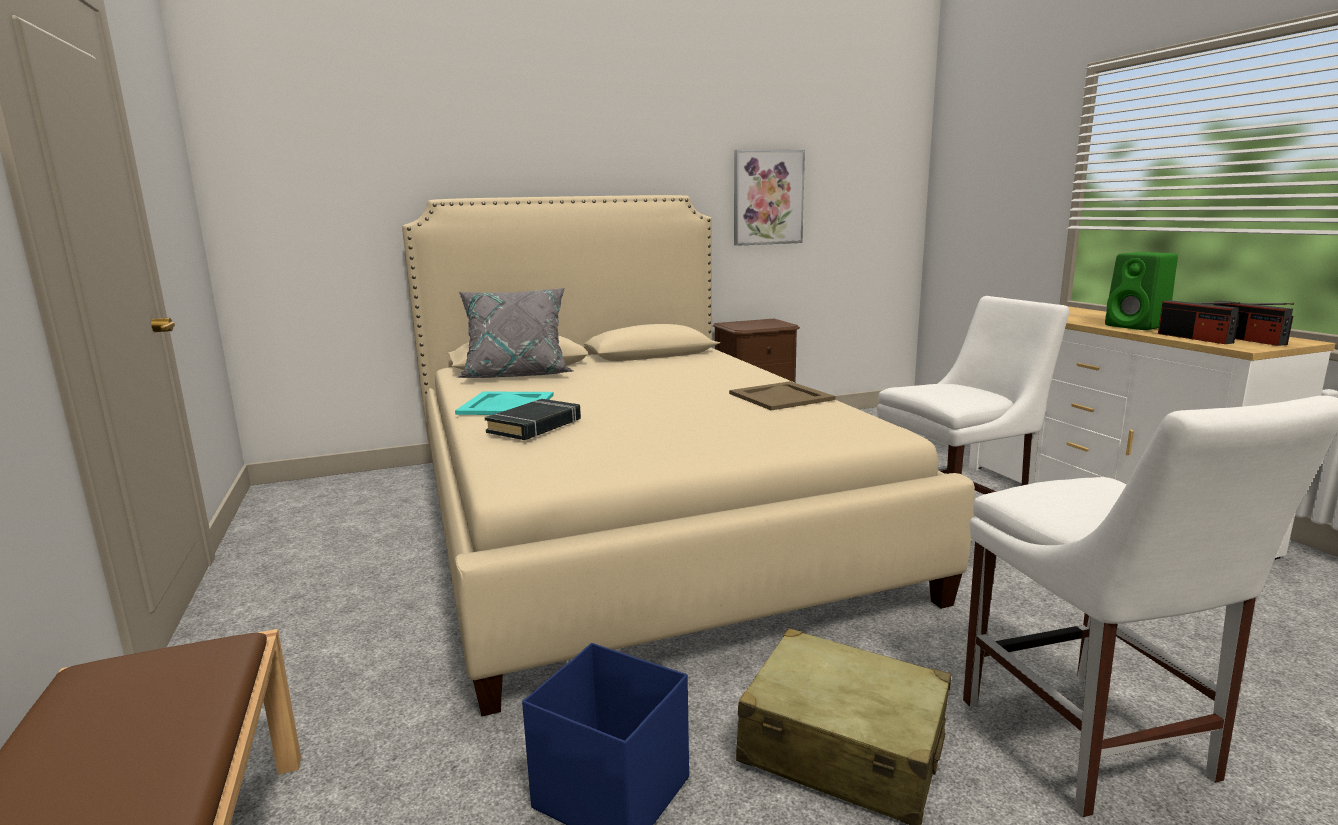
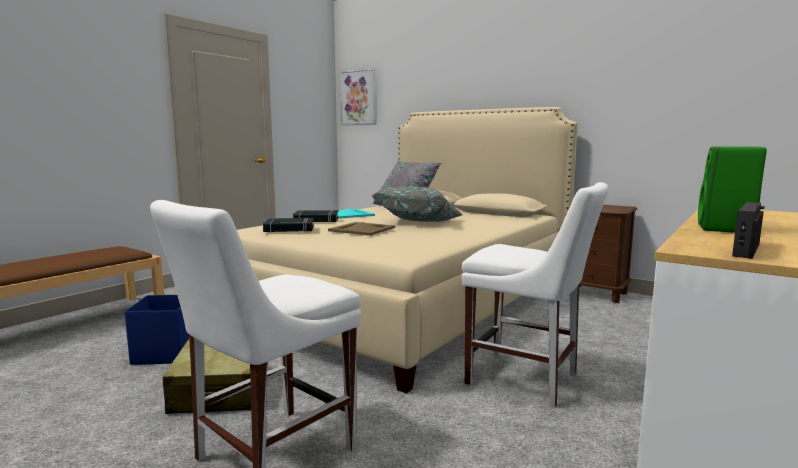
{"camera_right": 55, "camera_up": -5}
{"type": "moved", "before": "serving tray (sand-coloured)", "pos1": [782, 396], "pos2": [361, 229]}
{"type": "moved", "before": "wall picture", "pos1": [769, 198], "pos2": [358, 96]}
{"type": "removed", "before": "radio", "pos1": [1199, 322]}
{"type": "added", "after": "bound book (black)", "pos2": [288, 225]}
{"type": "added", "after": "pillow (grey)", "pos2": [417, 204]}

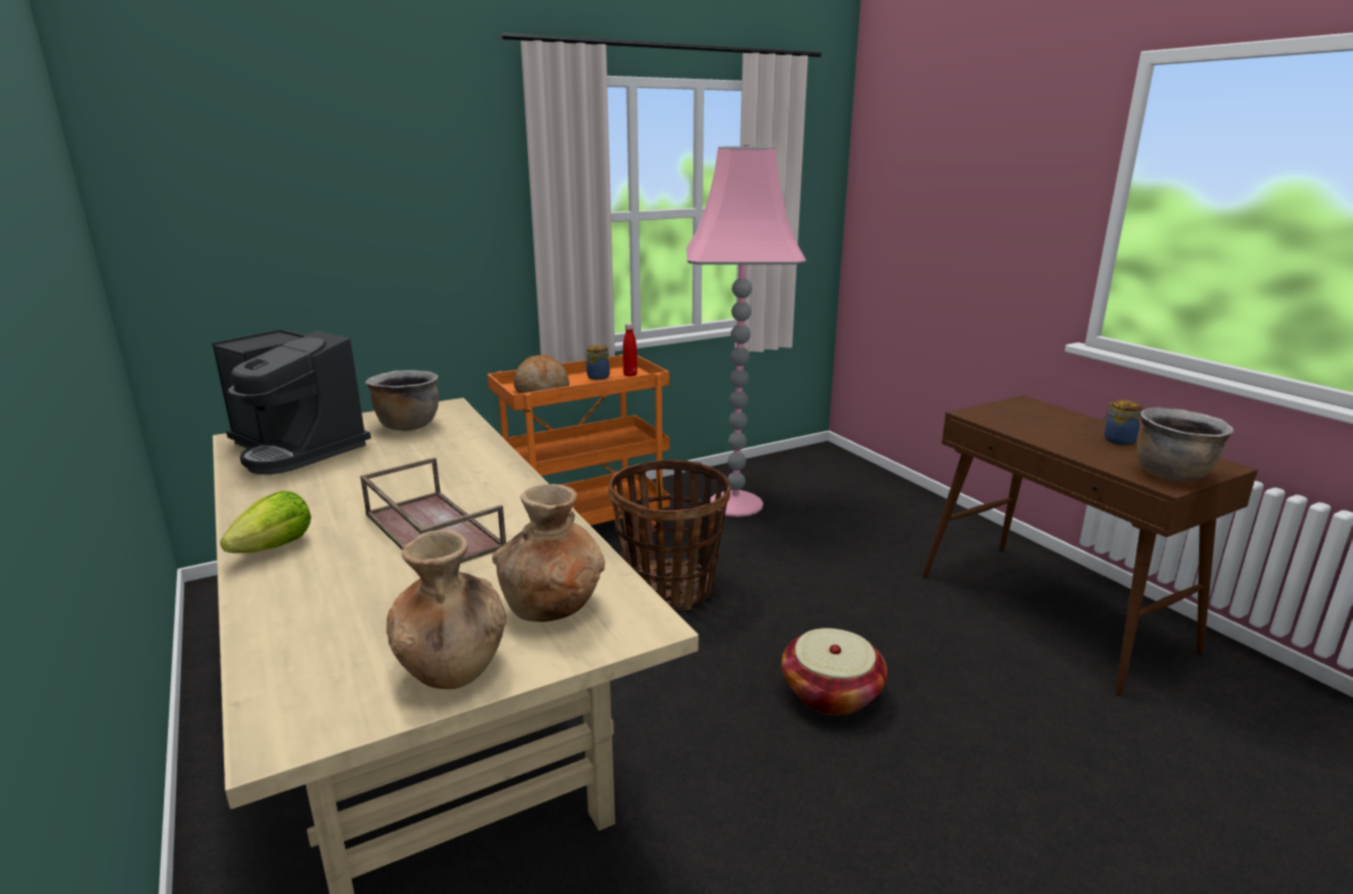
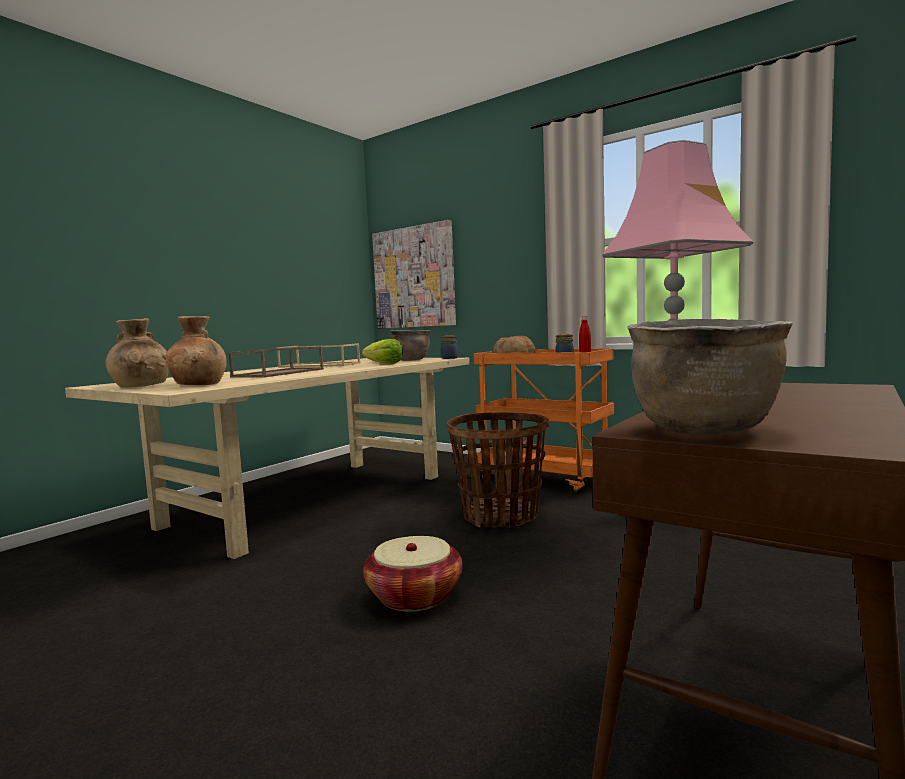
{"camera_right": 65, "camera_up": -15}
{"type": "removed", "before": "coffee brewer", "pos1": [291, 402]}
{"type": "moved", "before": "lettuce head", "pos1": [265, 522], "pos2": [382, 351]}
{"type": "moved", "before": "storage jar", "pos1": [1123, 422], "pos2": [449, 347]}
{"type": "added", "after": "serving tray (sand-coloured)", "pos2": [318, 355]}
{"type": "added", "after": "wall picture", "pos2": [414, 274]}

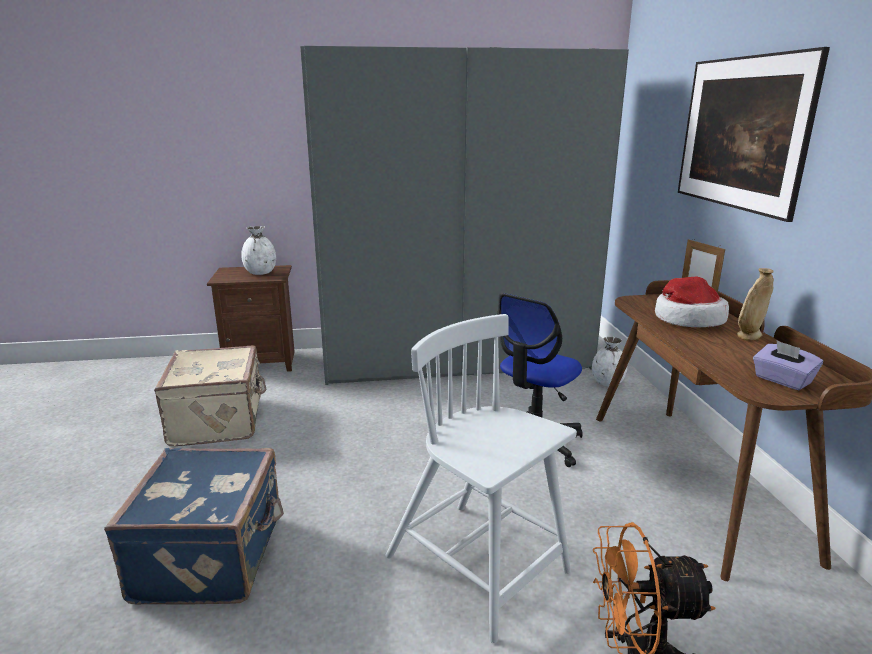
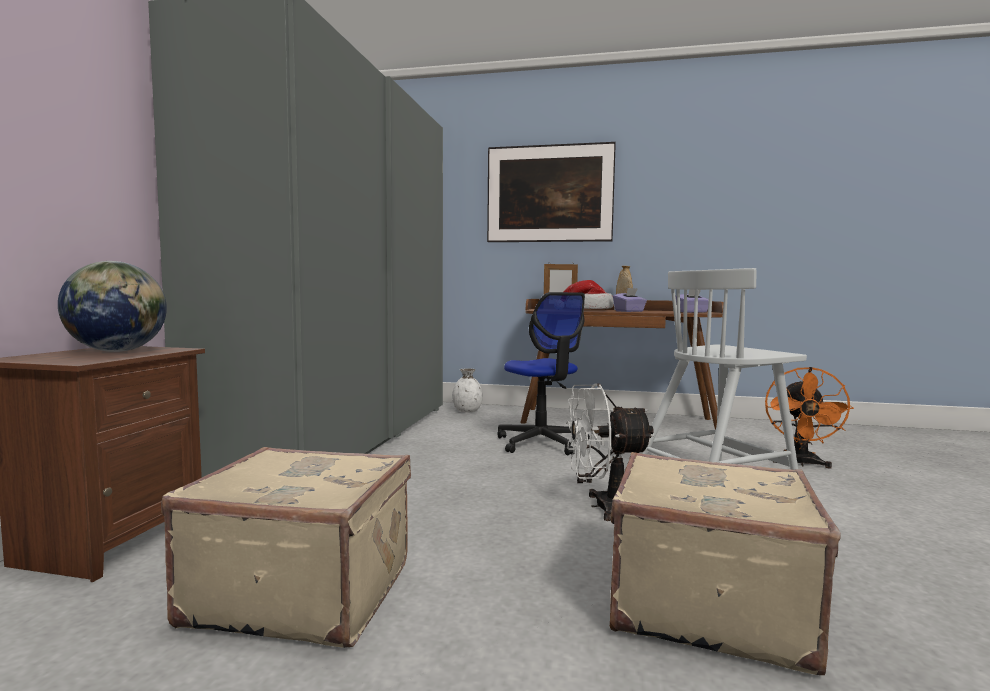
{"camera_right": -70, "camera_up": -15}
{"type": "recoloured", "before": "suitcase (bluish)", "after": "suitcase (sand-coloured)", "pos1": [194, 526], "pos2": [725, 563]}
{"type": "replaced", "before": "decorative vase (whitish)", "after": "world globe", "pos1": [258, 250], "pos2": [112, 306]}
{"type": "added", "after": "electric fan (whitish)", "pos2": [610, 452]}
{"type": "added", "after": "tissue box (purple-coloured)", "pos2": [630, 300]}

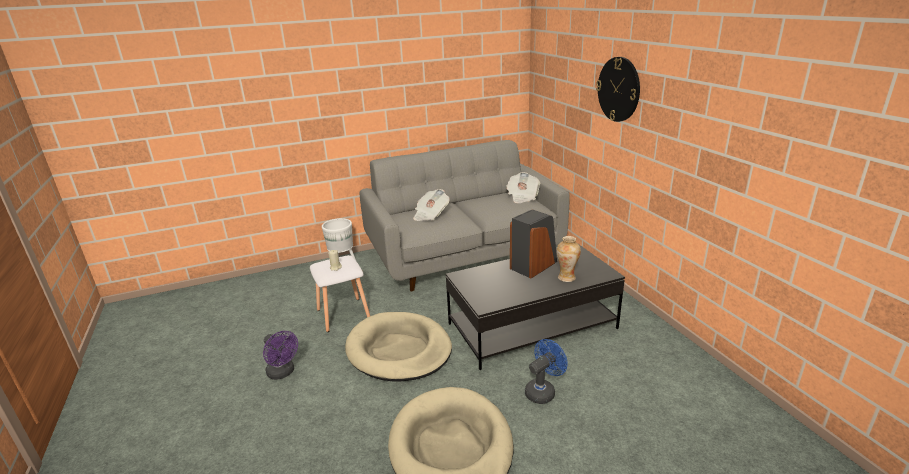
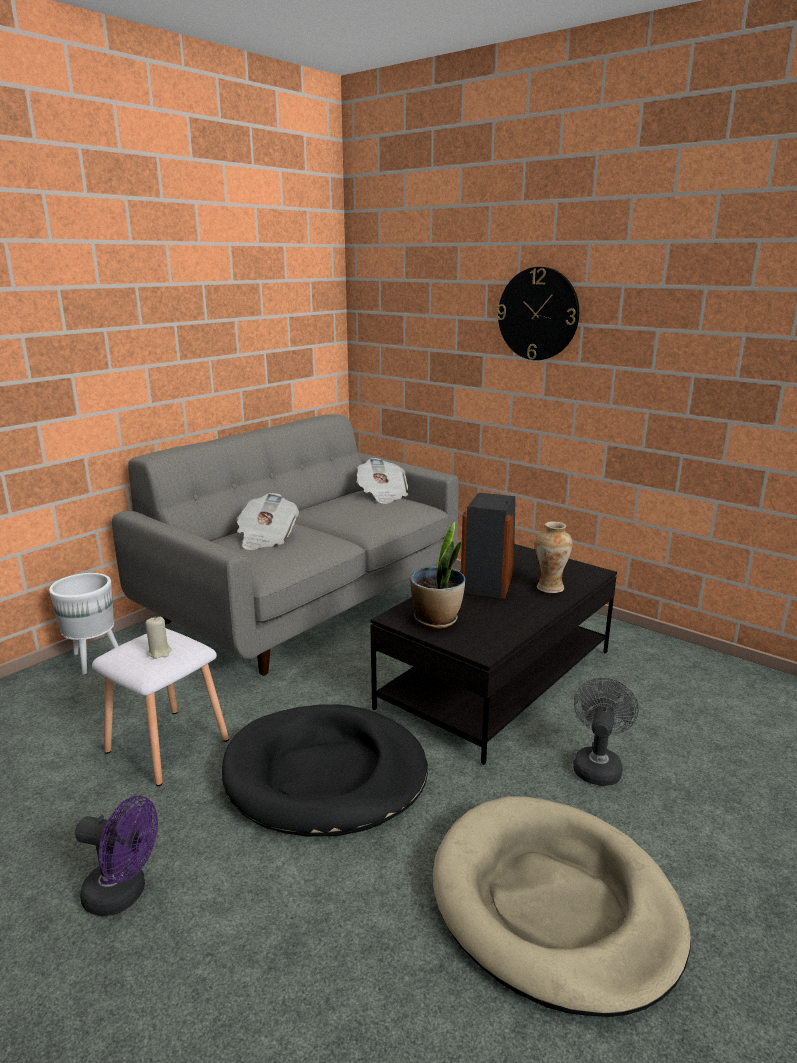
{"camera_right": -30, "camera_up": -5}
{"type": "recoloured", "before": "dog bed (sand-coloured)", "after": "dog bed (black)", "pos1": [398, 347], "pos2": [325, 770]}
{"type": "recoloured", "before": "electric fan (bluish)", "after": "electric fan (grey)", "pos1": [546, 371], "pos2": [606, 731]}
{"type": "added", "after": "houseplant", "pos2": [438, 575]}

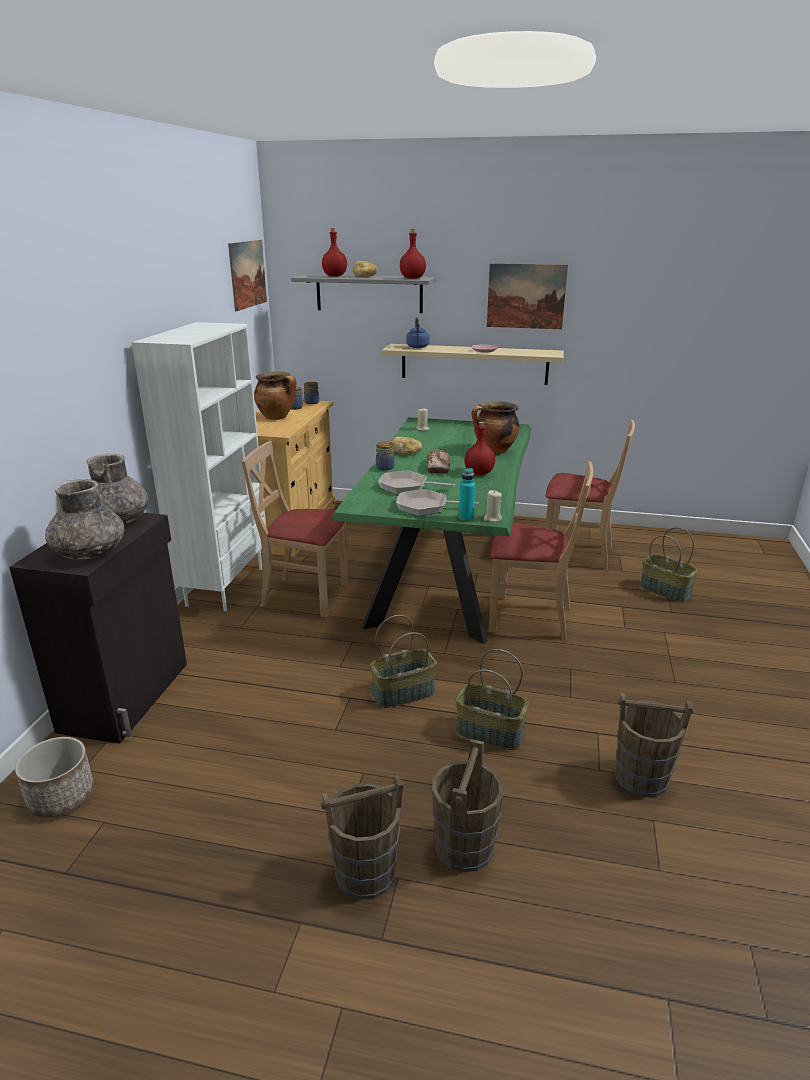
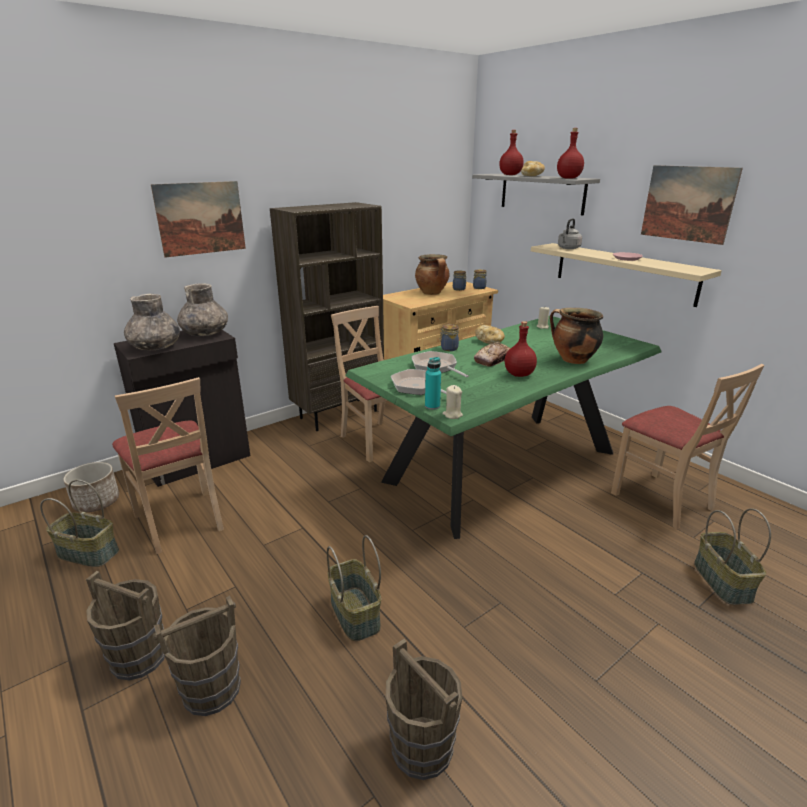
{"camera_right": 40, "camera_up": 0}
{"type": "recoloured", "before": "shelving unit (whitish)", "after": "shelving unit (brown-coloured)", "pos1": [198, 466], "pos2": [327, 316]}
{"type": "moved", "before": "wall picture", "pos1": [247, 275], "pos2": [198, 219]}
{"type": "moved", "before": "basket", "pos1": [403, 661], "pos2": [79, 523]}
{"type": "recoloured", "before": "kettle (bluish)", "after": "kettle (grey)", "pos1": [418, 332], "pos2": [570, 233]}
{"type": "moved", "before": "upright chair (sand-coloured)", "pos1": [541, 550], "pos2": [168, 465]}

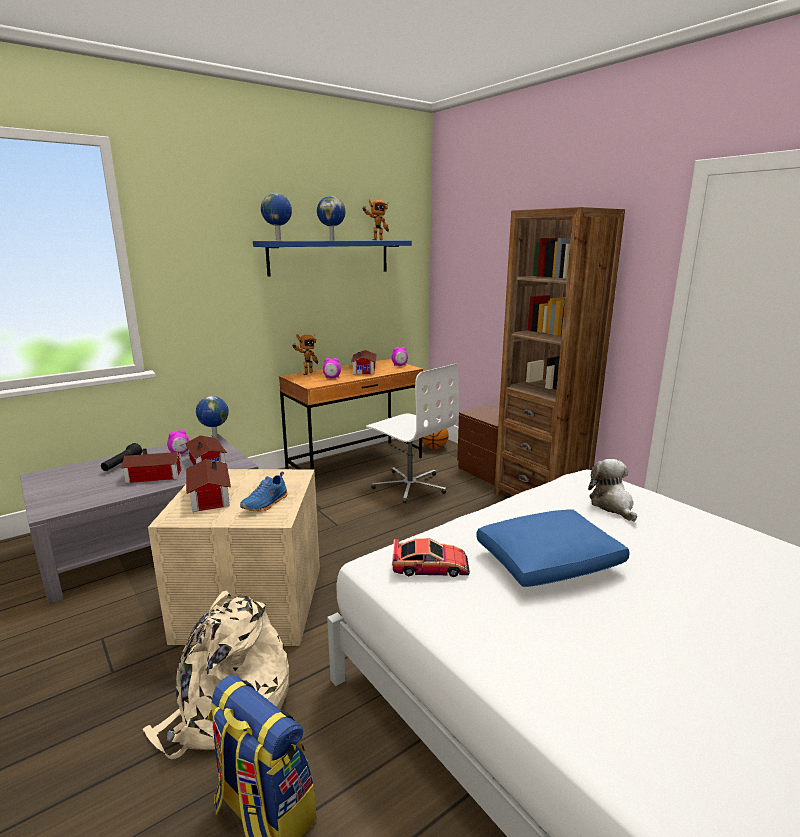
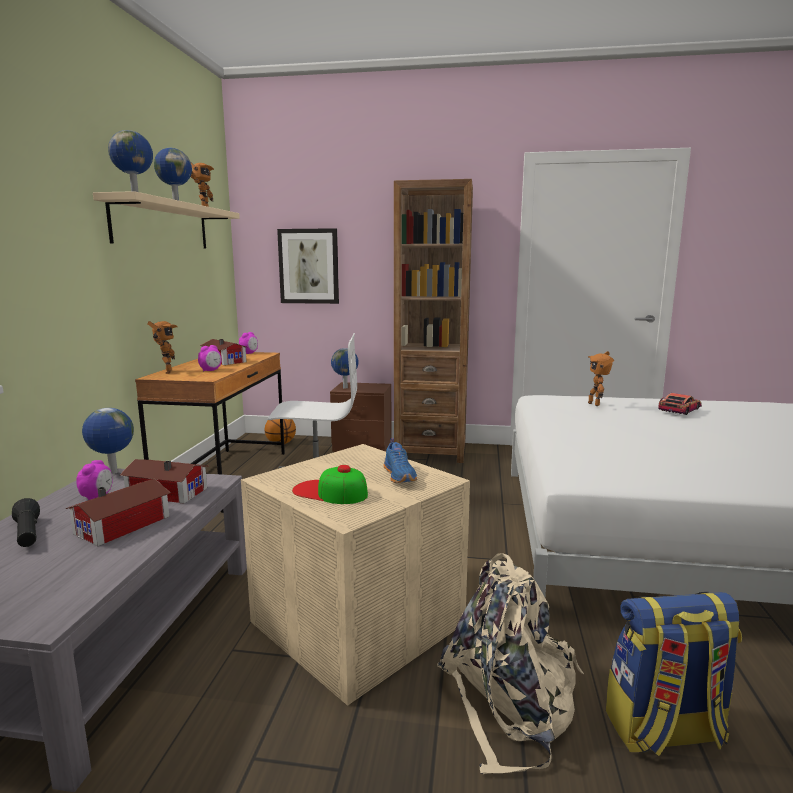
{"camera_right": -45, "camera_up": -5}
{"type": "replaced", "before": "toy house", "after": "peaked cap", "pos1": [208, 485], "pos2": [330, 484]}
{"type": "recoloured", "before": "wall shelf (bluish)", "after": "wall shelf (sand-coloured)", "pos1": [332, 258], "pos2": [166, 220]}
{"type": "moved", "before": "model car", "pos1": [431, 557], "pos2": [680, 404]}
{"type": "removed", "before": "pillow (bluish)", "pos1": [553, 548]}
{"type": "replaced", "before": "plush toy", "after": "model robot", "pos1": [612, 490], "pos2": [601, 378]}
{"type": "added", "after": "wall picture", "pos2": [308, 266]}
{"type": "added", "after": "world globe", "pos2": [345, 368]}

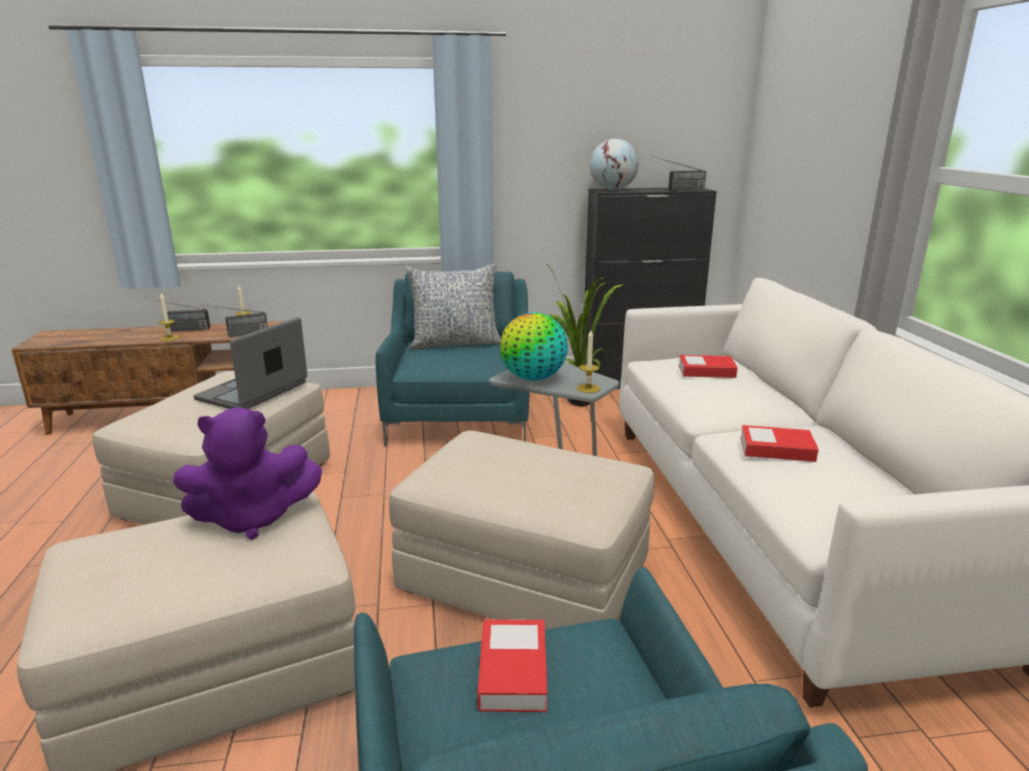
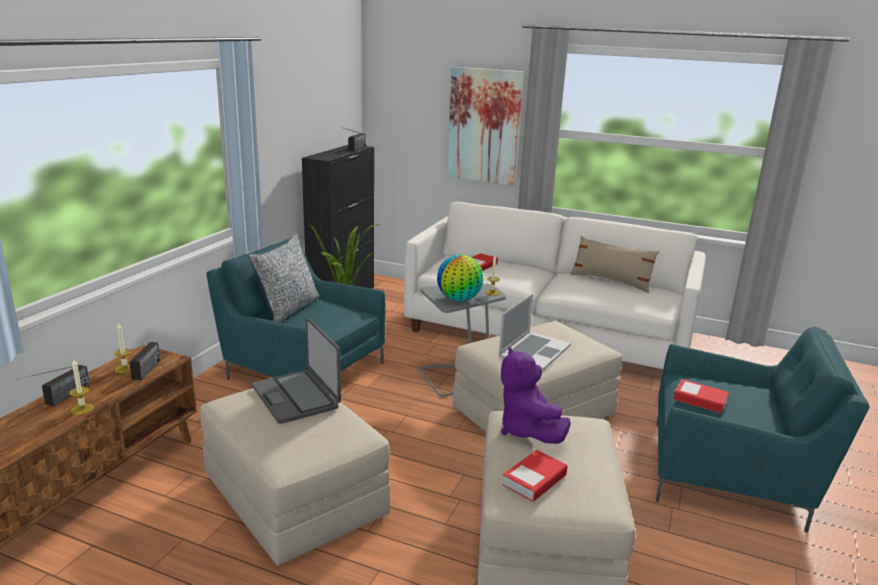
{"camera_right": -60, "camera_up": 0}
{"type": "turned", "before": "plush toy (purple-coloured)", "pos1": [247, 473], "pos2": [536, 395], "turn": 150}
{"type": "removed", "before": "world globe", "pos1": [614, 164]}
{"type": "moved", "before": "bound book", "pos1": [779, 443], "pos2": [535, 476]}
{"type": "added", "after": "wall picture", "pos2": [485, 126]}
{"type": "added", "after": "notebook computer", "pos2": [535, 332]}
{"type": "added", "after": "pillow (sand-coloured)", "pos2": [614, 264]}

